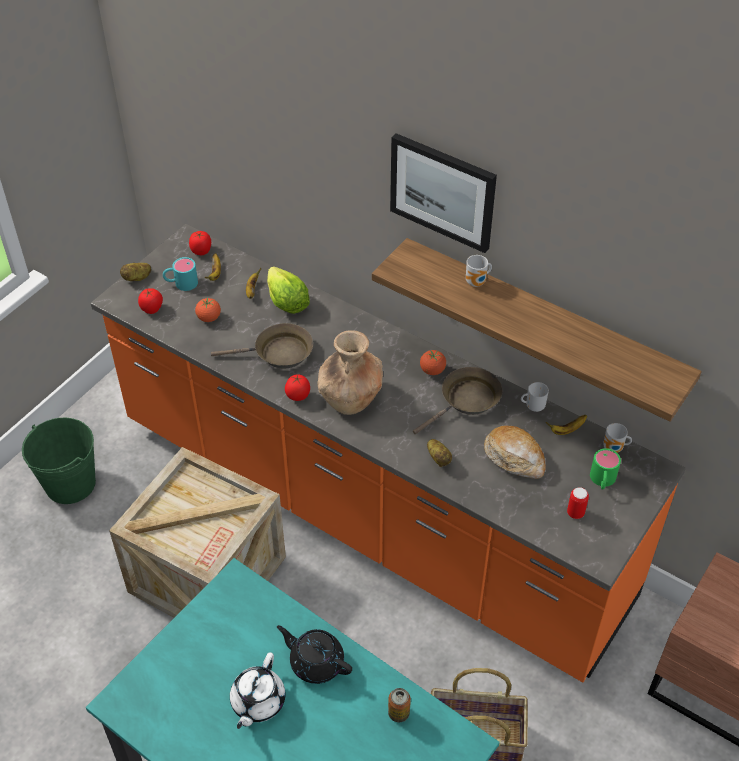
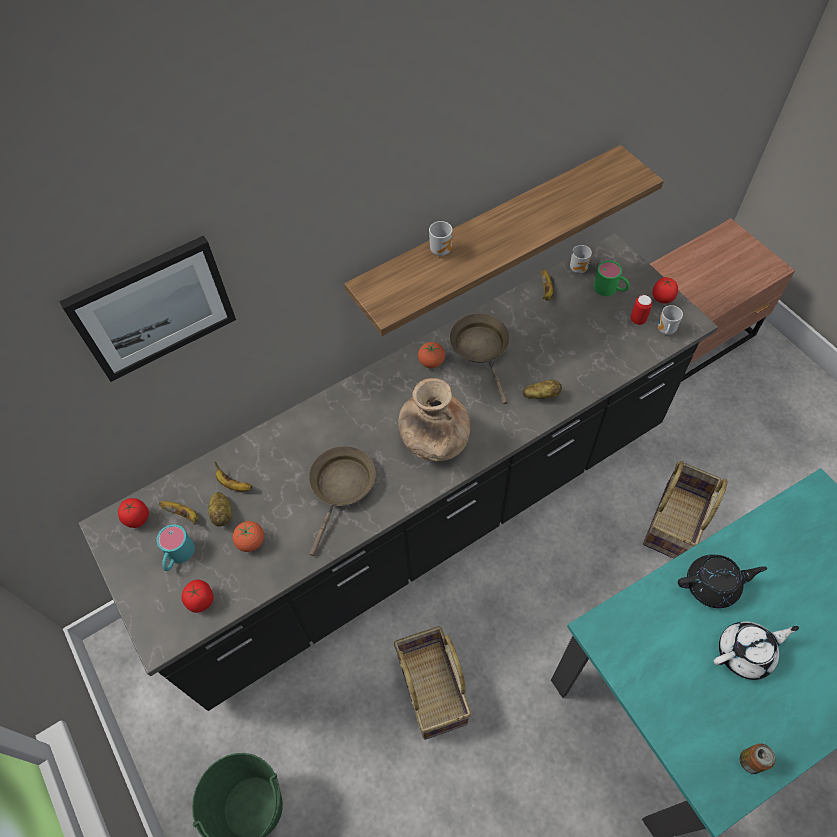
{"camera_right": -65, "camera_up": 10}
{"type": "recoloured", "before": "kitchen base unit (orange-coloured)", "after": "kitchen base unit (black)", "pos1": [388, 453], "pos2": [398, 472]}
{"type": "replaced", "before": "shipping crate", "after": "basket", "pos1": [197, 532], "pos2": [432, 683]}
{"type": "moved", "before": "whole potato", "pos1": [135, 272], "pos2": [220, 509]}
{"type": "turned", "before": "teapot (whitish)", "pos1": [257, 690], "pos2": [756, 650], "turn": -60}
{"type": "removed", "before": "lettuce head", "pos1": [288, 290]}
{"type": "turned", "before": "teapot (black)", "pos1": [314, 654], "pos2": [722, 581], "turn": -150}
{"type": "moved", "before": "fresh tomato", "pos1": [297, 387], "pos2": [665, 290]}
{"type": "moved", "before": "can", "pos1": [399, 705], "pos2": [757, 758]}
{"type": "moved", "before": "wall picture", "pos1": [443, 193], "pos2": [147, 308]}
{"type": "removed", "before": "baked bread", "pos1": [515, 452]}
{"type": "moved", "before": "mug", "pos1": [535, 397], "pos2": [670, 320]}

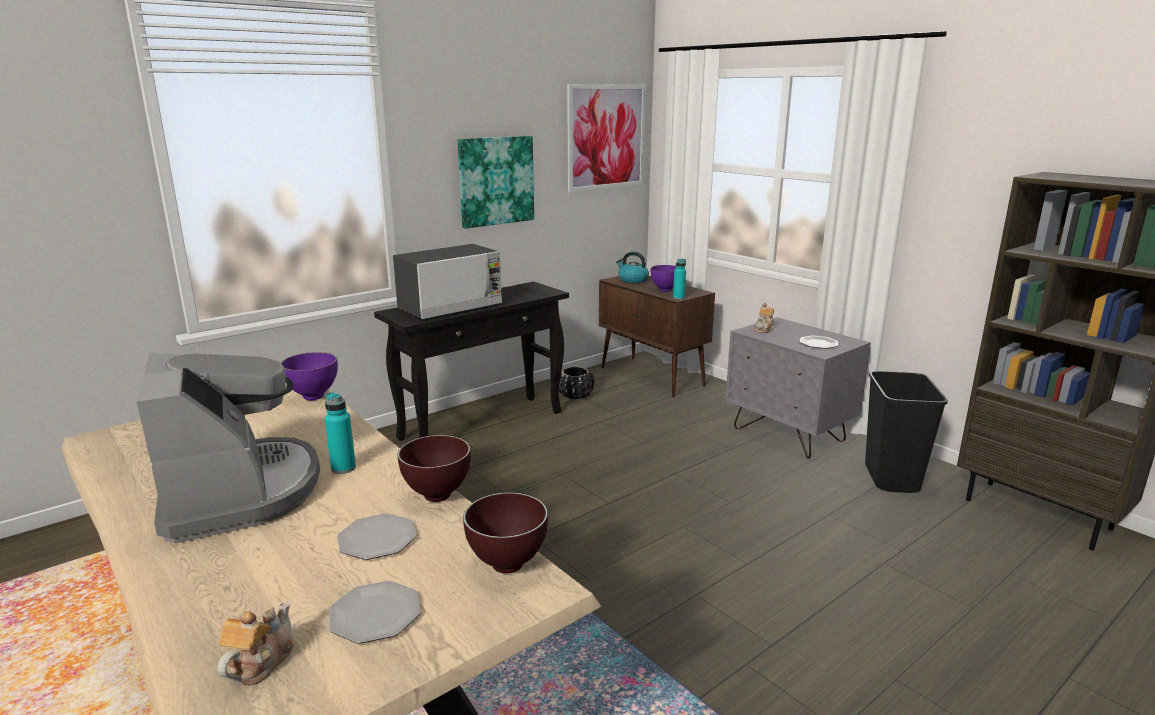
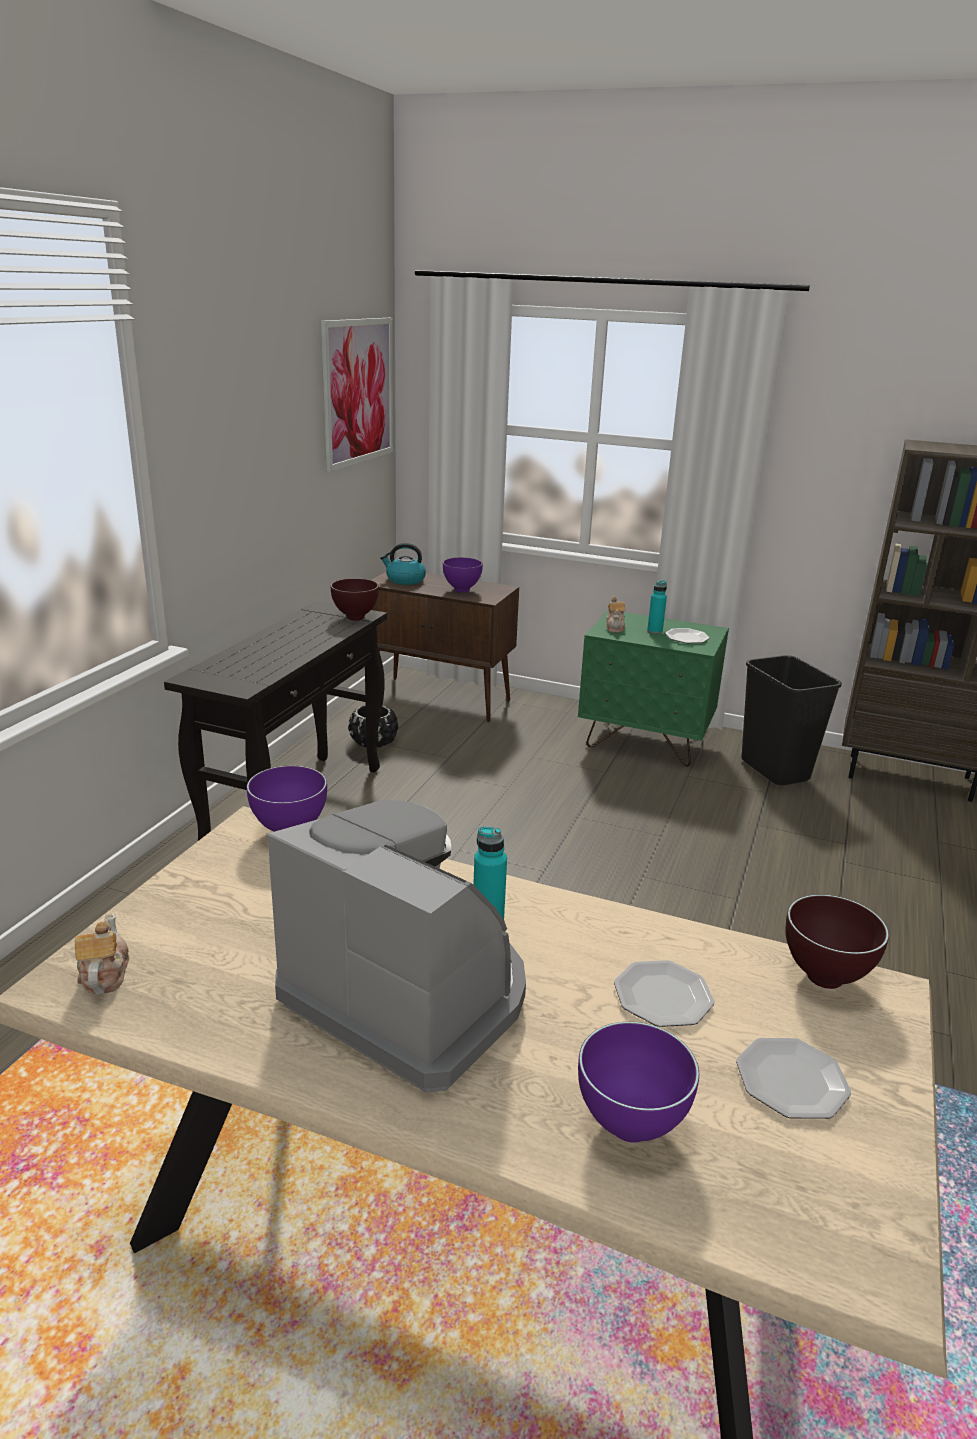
{"camera_right": -30, "camera_up": 5}
{"type": "moved", "before": "teapot", "pos1": [256, 643], "pos2": [102, 954]}
{"type": "removed", "before": "kitchen microwave", "pos1": [447, 281]}
{"type": "moved", "before": "deep dish (brown-coloured)", "pos1": [434, 468], "pos2": [355, 599]}
{"type": "removed", "before": "wall picture", "pos1": [496, 182]}
{"type": "moved", "before": "beverage bottle (blue-green)", "pos1": [679, 279], "pos2": [657, 607]}
{"type": "recoloured", "before": "nightstand (grey)", "after": "nightstand (green)", "pos1": [798, 388], "pos2": [653, 688]}
{"type": "added", "after": "deep dish (purple-coloured)", "pos2": [638, 1082]}

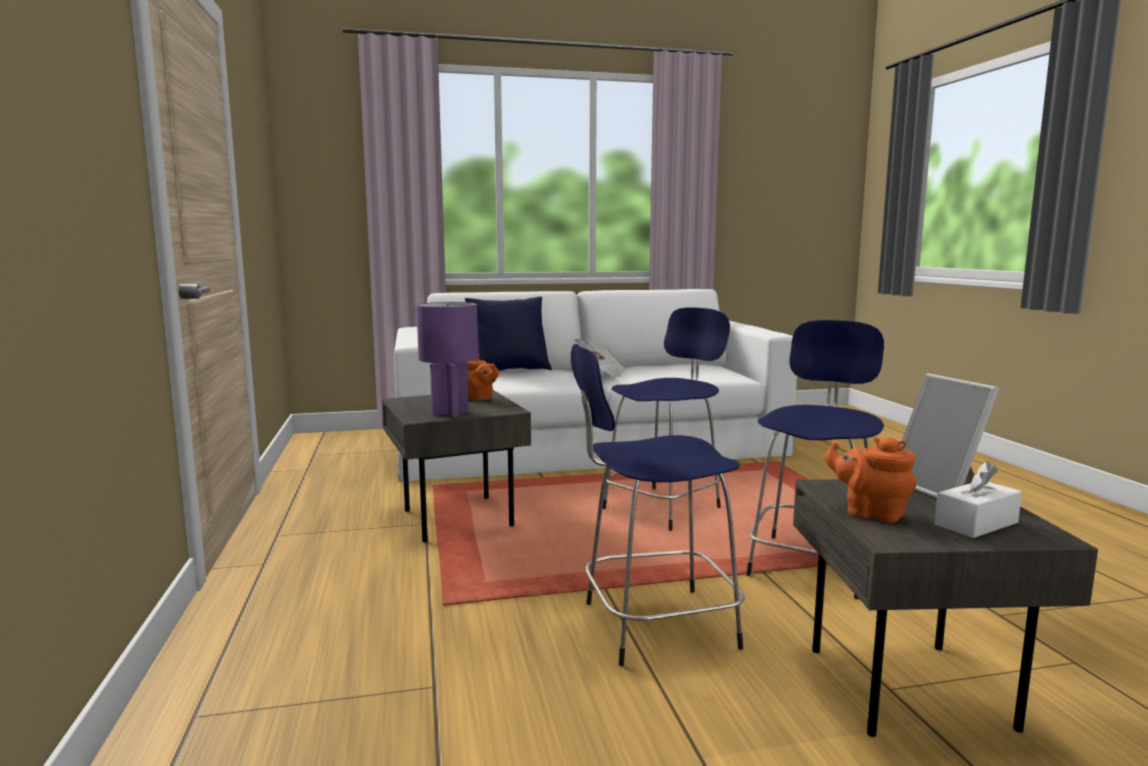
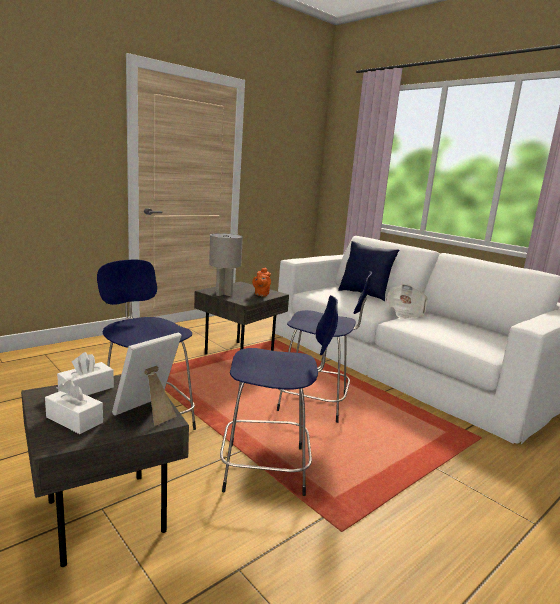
{"camera_right": 60, "camera_up": 5}
{"type": "recoloured", "before": "table lamp (purple-coloured)", "after": "table lamp (grey)", "pos1": [447, 359], "pos2": [226, 264]}
{"type": "replaced", "before": "teapot (orange-coloured)", "after": "tissue box (whitish)", "pos1": [870, 480], "pos2": [85, 373]}

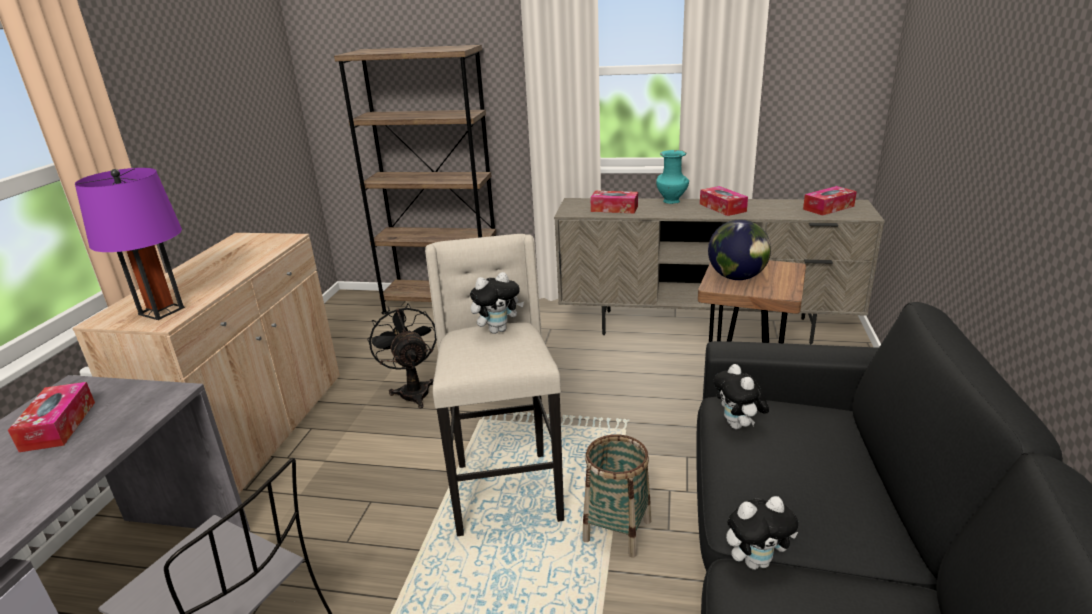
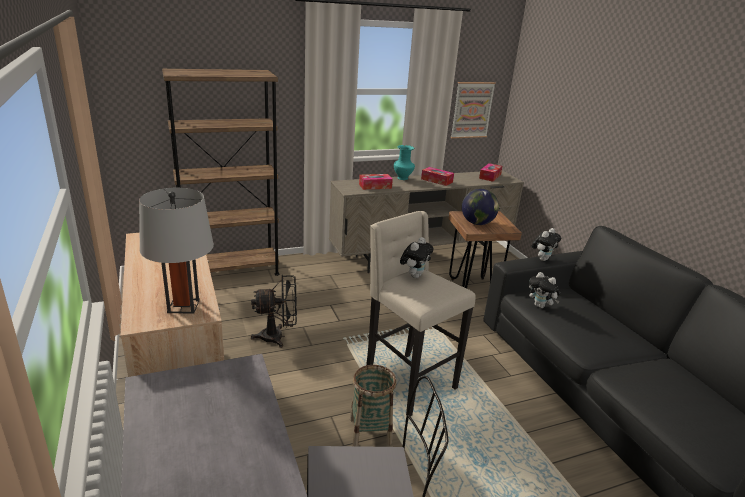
{"camera_right": -35, "camera_up": 0}
{"type": "removed", "before": "tissue box", "pos1": [51, 417]}
{"type": "recoloured", "before": "table lamp (purple-coloured)", "after": "table lamp (grey)", "pos1": [130, 244], "pos2": [176, 251]}
{"type": "turned", "before": "electric fan (black)", "pos1": [402, 356], "pos2": [274, 311], "turn": 135}
{"type": "moved", "before": "basket", "pos1": [616, 496], "pos2": [373, 405]}
{"type": "moved", "before": "plush toy", "pos1": [762, 533], "pos2": [546, 244]}
{"type": "added", "after": "wall picture", "pos2": [473, 110]}

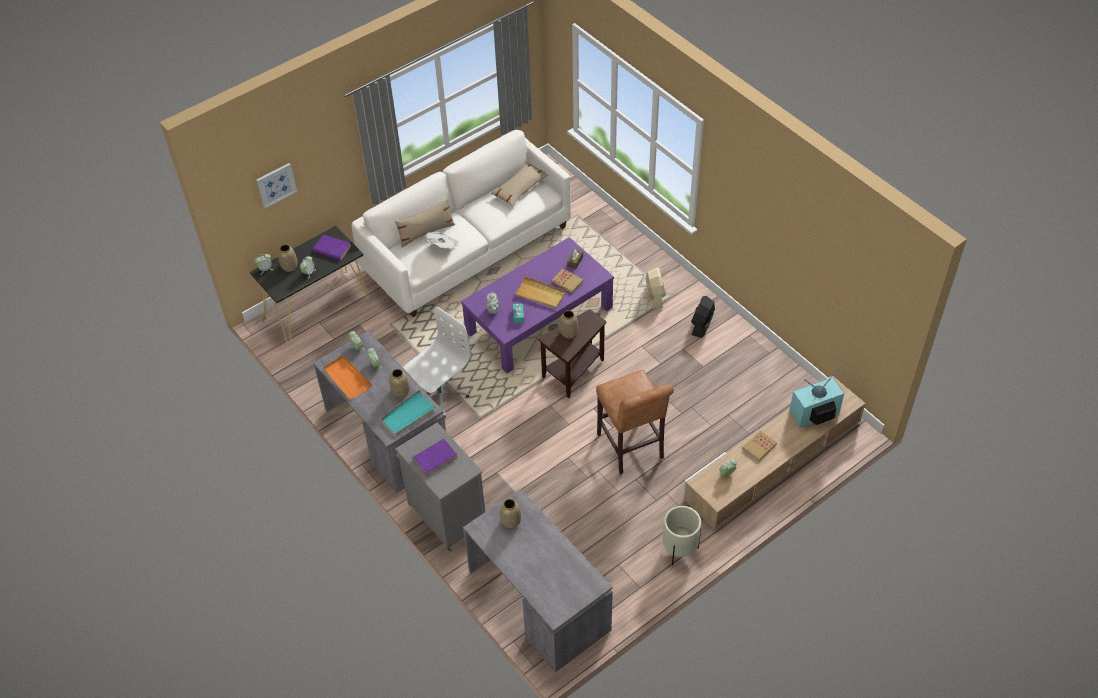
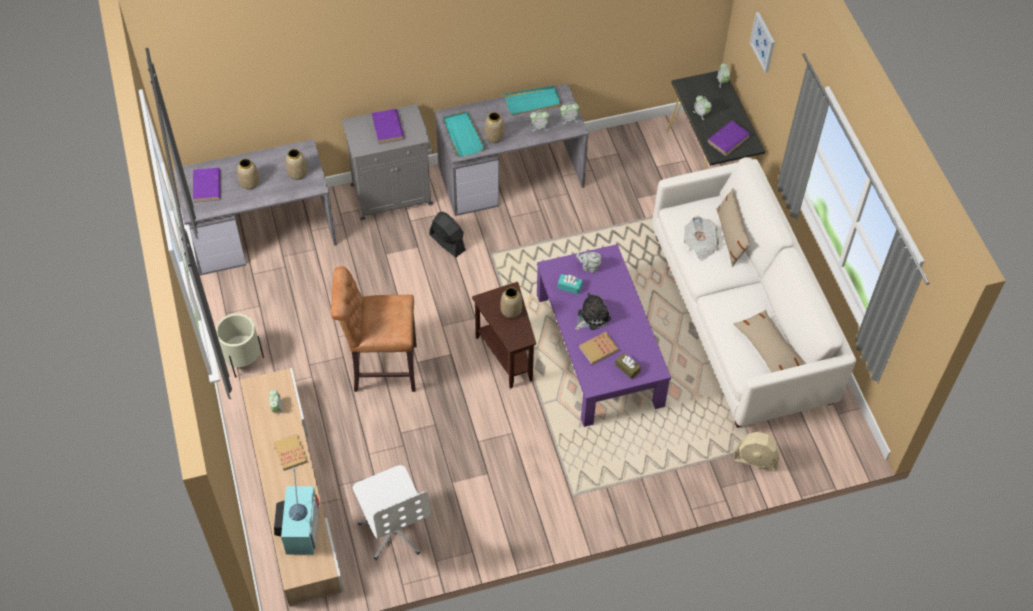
{"camera_right": 110, "camera_up": 5}
{"type": "moved", "before": "decorative vase", "pos1": [288, 258], "pos2": [248, 174]}
{"type": "recoloured", "before": "serving tray (orange-coloured)", "after": "serving tray (blue-green)", "pos1": [347, 377], "pos2": [532, 100]}
{"type": "moved", "before": "desk chair (whitish)", "pos1": [437, 362], "pos2": [391, 512]}
{"type": "replaced", "before": "serving tray (sand-coloured)", "after": "plush toy", "pos1": [540, 292], "pos2": [593, 311]}
{"type": "moved", "before": "electric fan (sand-coloured)", "pos1": [655, 288], "pos2": [756, 451]}
{"type": "moved", "before": "electric fan (black)", "pos1": [703, 317], "pos2": [447, 234]}
{"type": "added", "after": "bound book (purple-coloured)", "pos2": [206, 185]}

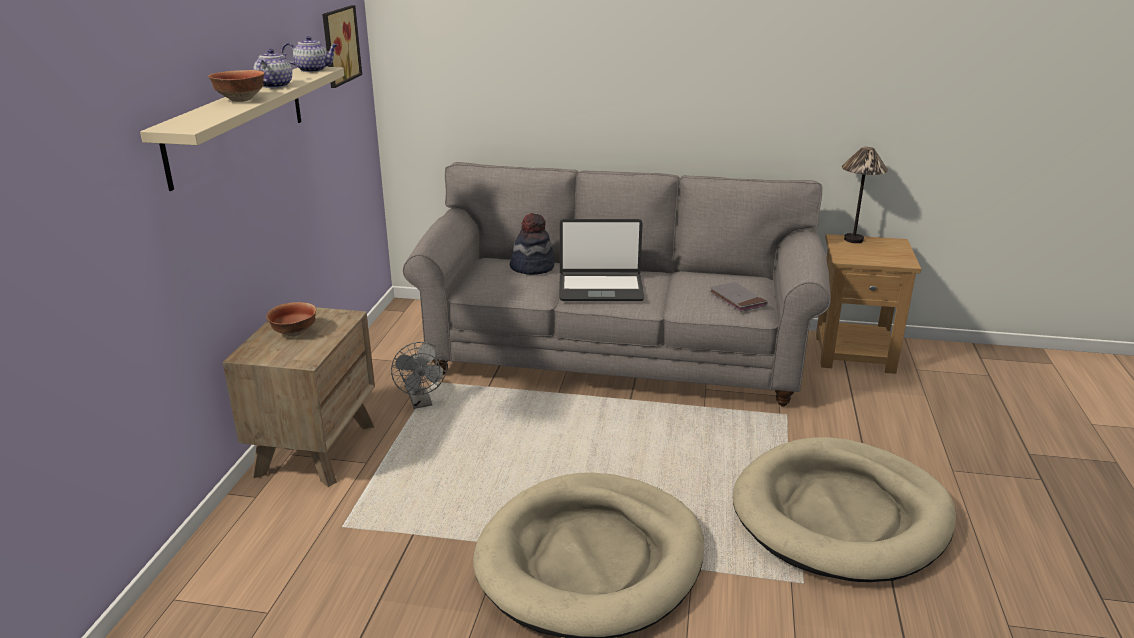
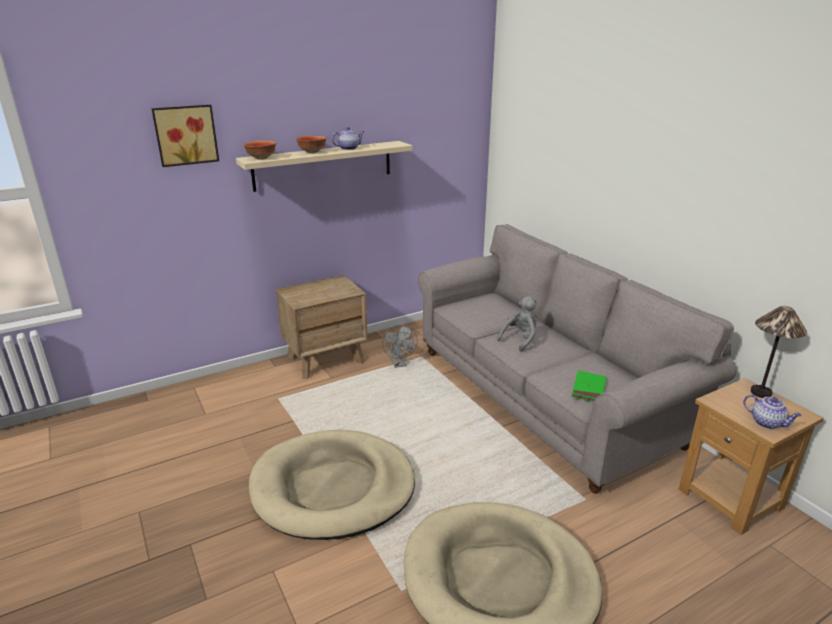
{"camera_right": 50, "camera_up": 0}
{"type": "moved", "before": "deep dish", "pos1": [291, 319], "pos2": [259, 150]}
{"type": "moved", "before": "teapot", "pos1": [309, 54], "pos2": [772, 411]}
{"type": "moved", "before": "wall picture", "pos1": [342, 46], "pos2": [185, 136]}
{"type": "turned", "before": "electric fan (grey)", "pos1": [419, 375], "pos2": [400, 346], "turn": -45}
{"type": "removed", "before": "hat", "pos1": [532, 244]}
{"type": "replaced", "before": "notebook computer", "after": "plush toy (grey)", "pos1": [602, 260], "pos2": [517, 324]}
{"type": "recoloured", "before": "bound book (grey)", "after": "bound book (green)", "pos1": [738, 297], "pos2": [589, 386]}

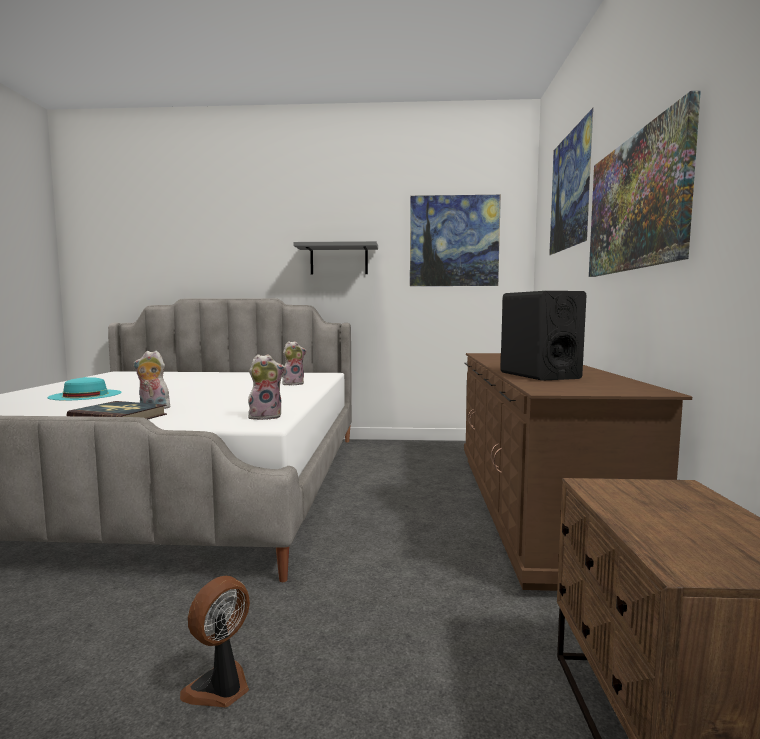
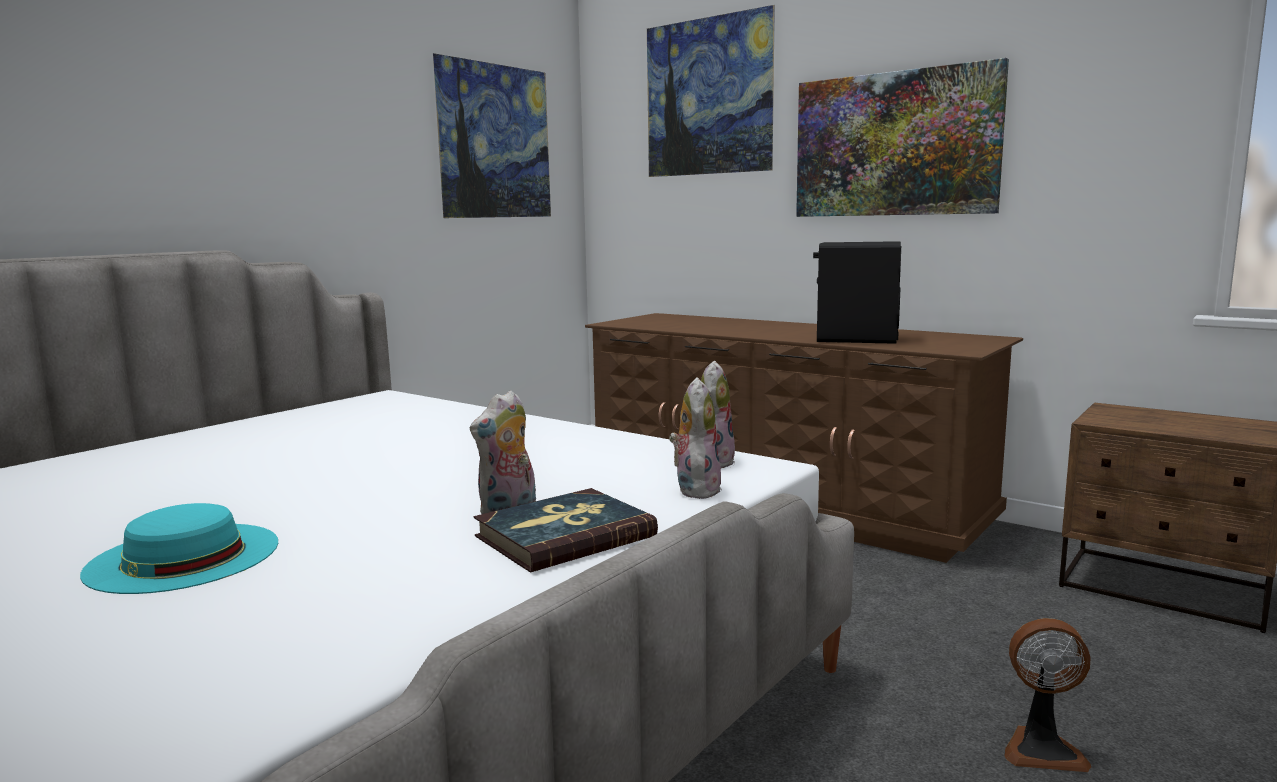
{"camera_right": -55, "camera_up": 5}
{"type": "turned", "before": "electric fan", "pos1": [215, 641], "pos2": [1048, 695], "turn": -60}
{"type": "moved", "before": "plush toy", "pos1": [294, 363], "pos2": [695, 438]}
{"type": "removed", "before": "wall shelf (grey)", "pos1": [336, 258]}

